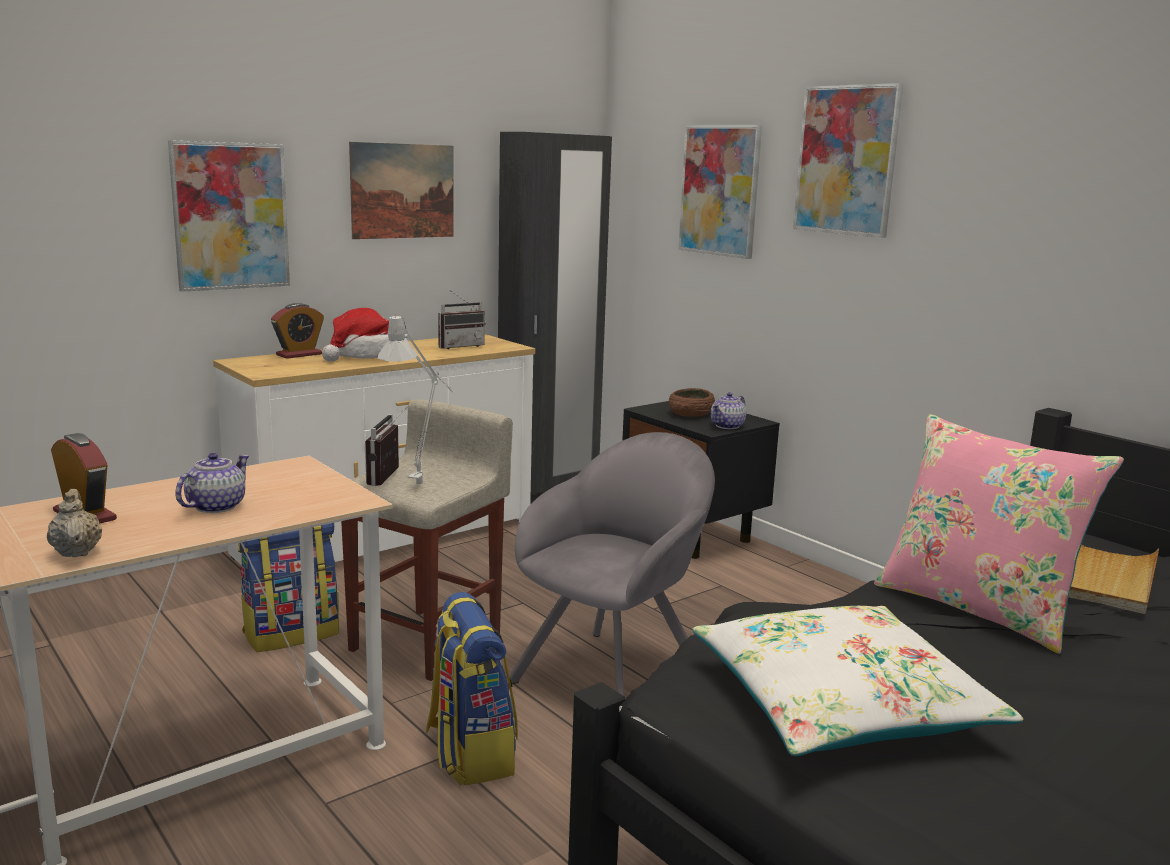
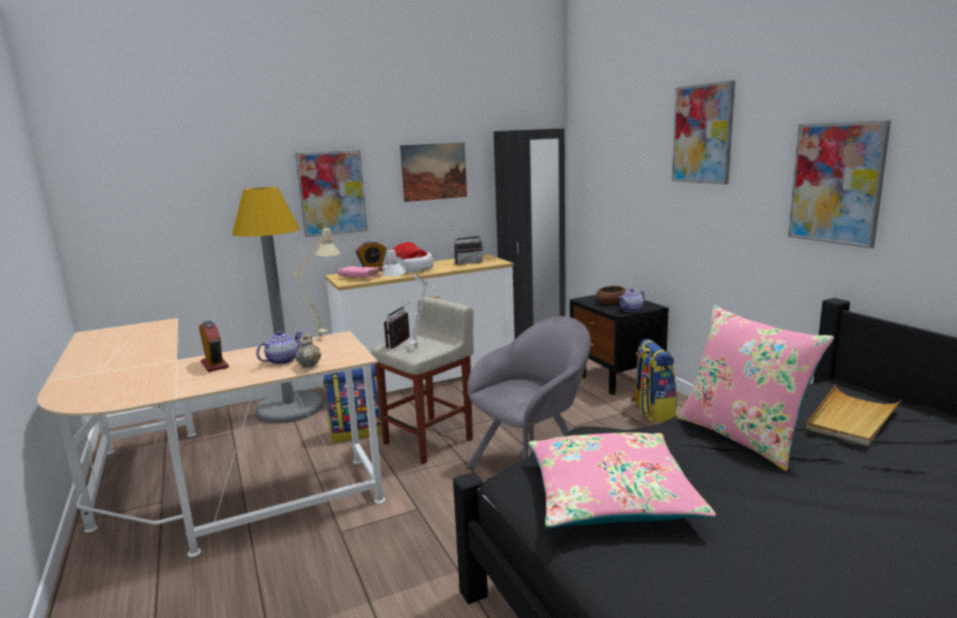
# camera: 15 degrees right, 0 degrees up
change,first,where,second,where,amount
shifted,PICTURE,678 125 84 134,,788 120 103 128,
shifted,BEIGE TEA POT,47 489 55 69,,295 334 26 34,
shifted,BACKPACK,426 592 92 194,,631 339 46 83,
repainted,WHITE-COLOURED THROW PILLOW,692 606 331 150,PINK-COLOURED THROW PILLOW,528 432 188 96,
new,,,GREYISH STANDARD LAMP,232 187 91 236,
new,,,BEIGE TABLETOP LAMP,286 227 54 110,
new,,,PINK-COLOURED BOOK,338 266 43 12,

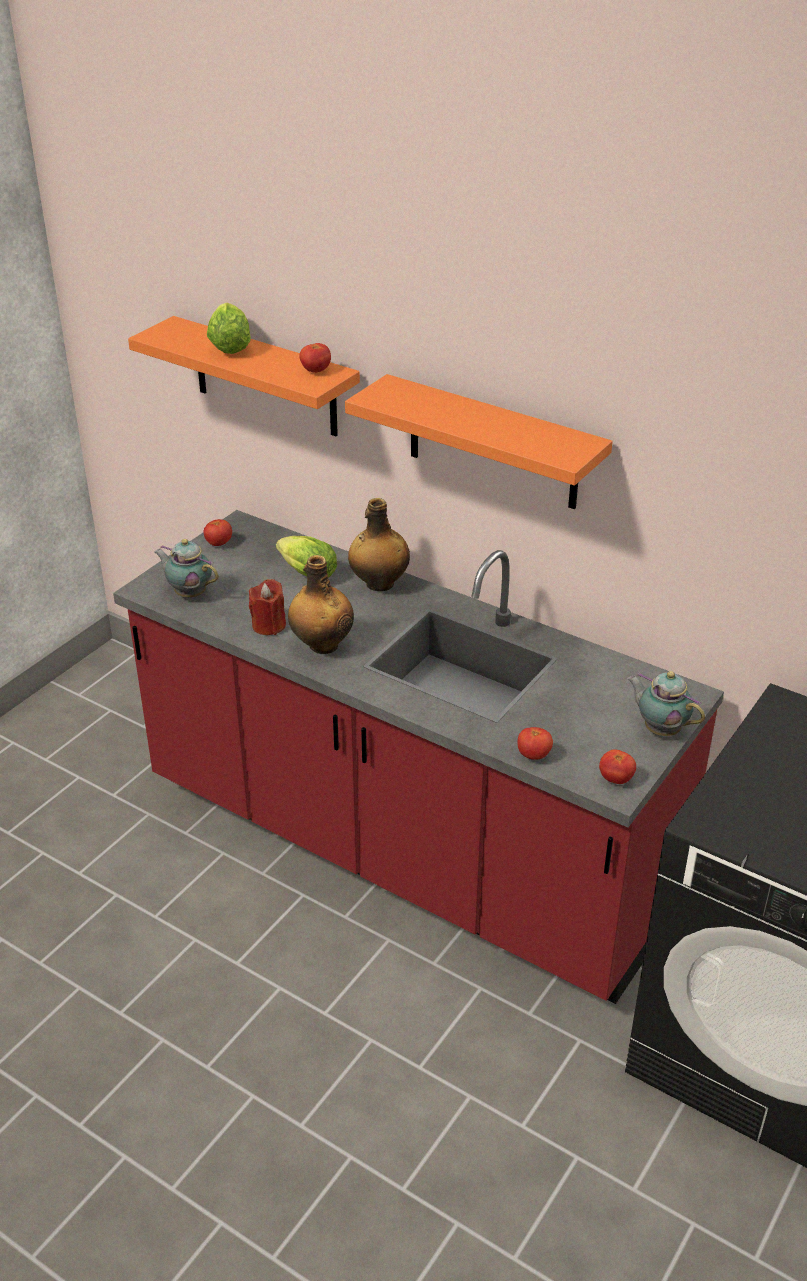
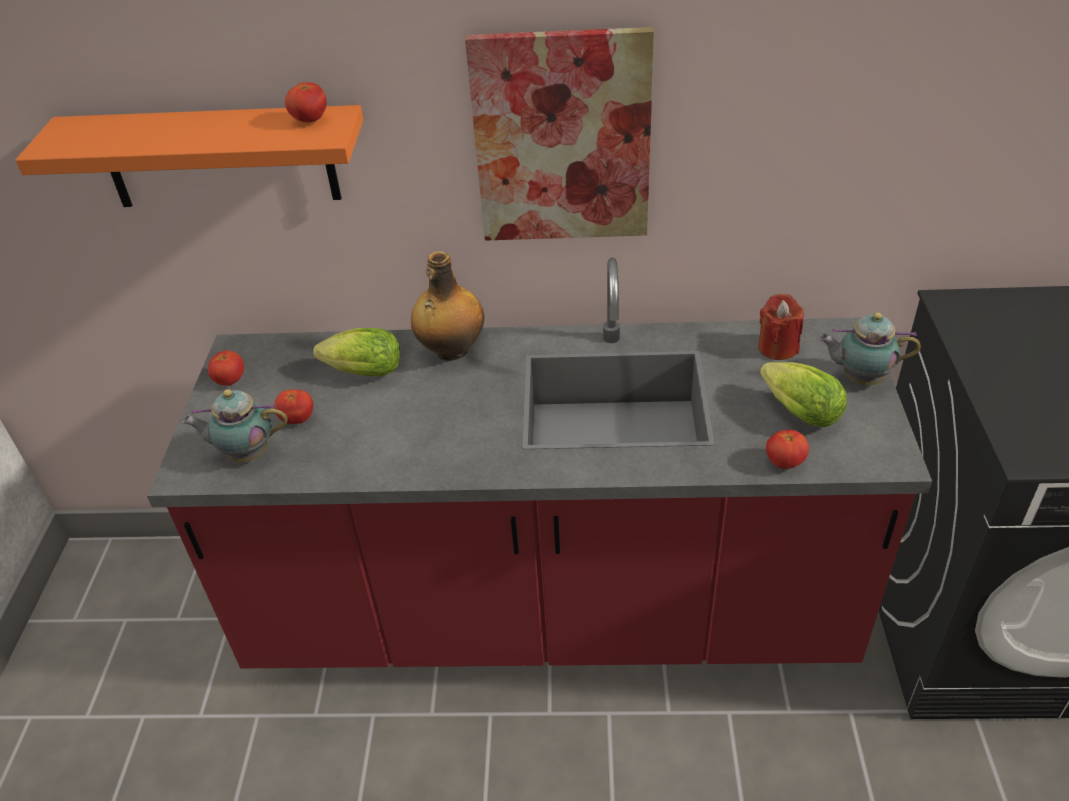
# camera: 30 degrees left, 5 degrees up
change,first,where,second,where,amount
shifted,LETTUCE HEAD,207 303 44 51,,760 362 87 65,
swapped,ORANGEY SHELF,345 374 268 135,PICTURE,465 27 189 214,
gone,DRINK BOTTLE,288 555 66 99,,,
shifted,RED WAX LIGHT,249 579 37 56,,758 294 46 66,
shifted,FRESH TOMATO,599 749 37 35,,274 389 39 35,

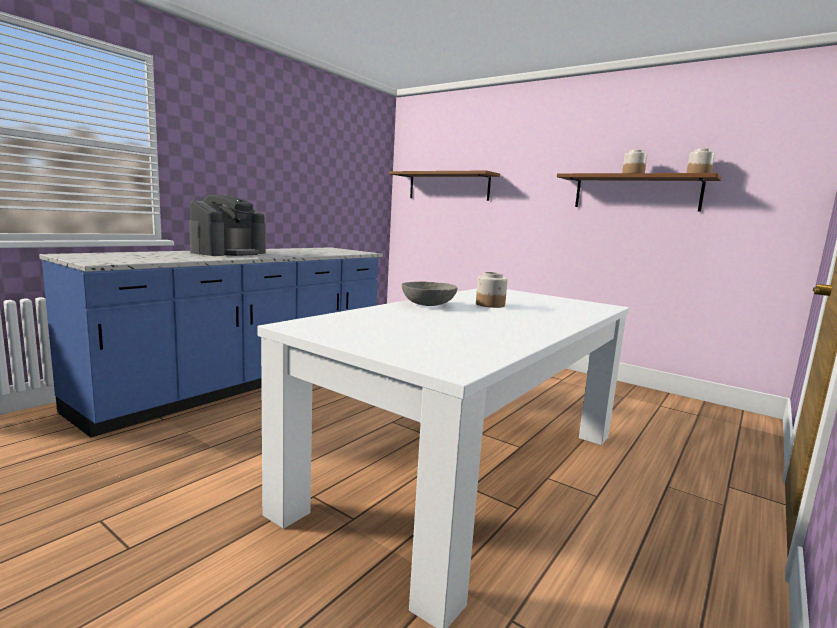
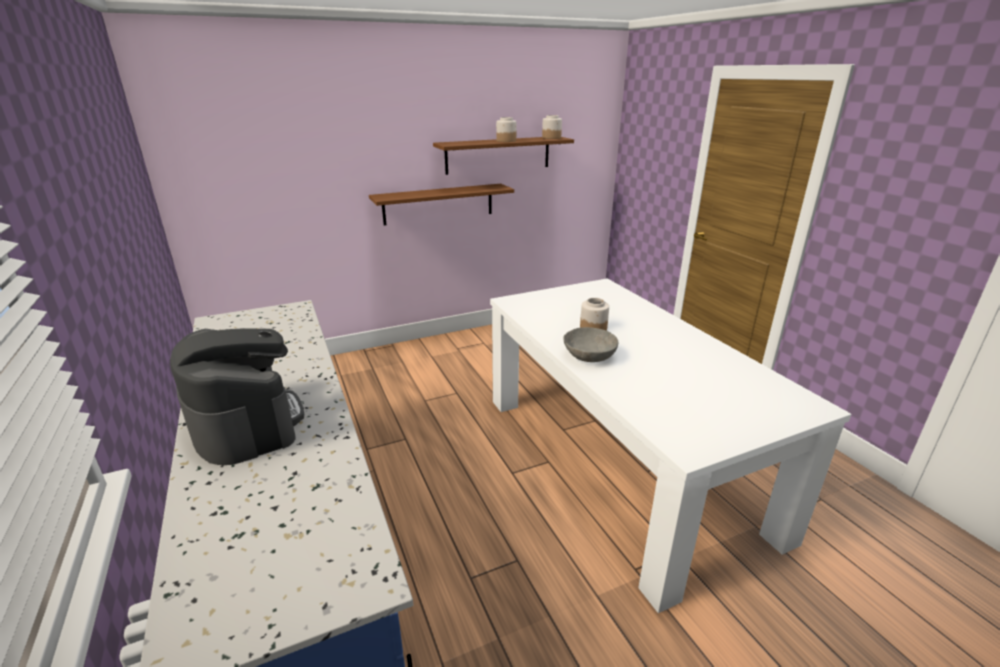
# camera: 60 degrees left, 15 degrees up
change,first,where,second,where,amount
shifted,BROWN SHELF,389 171 111 30,,369 184 145 41,

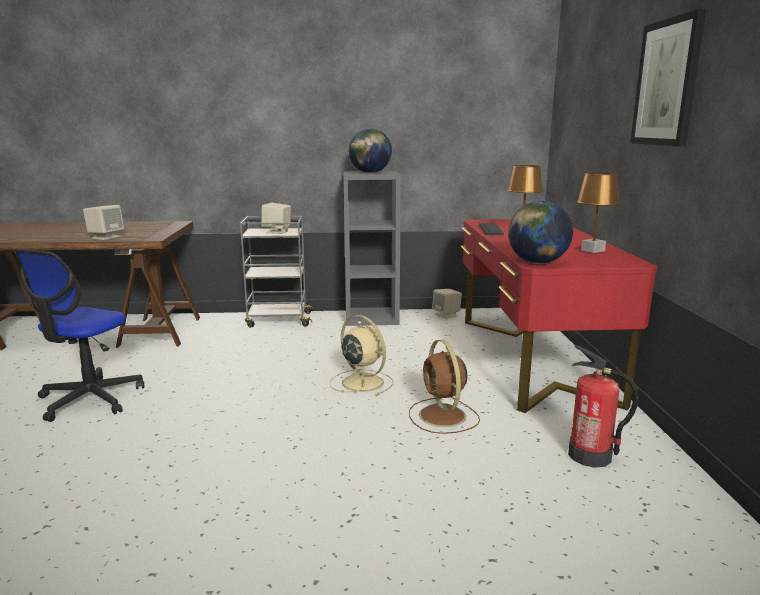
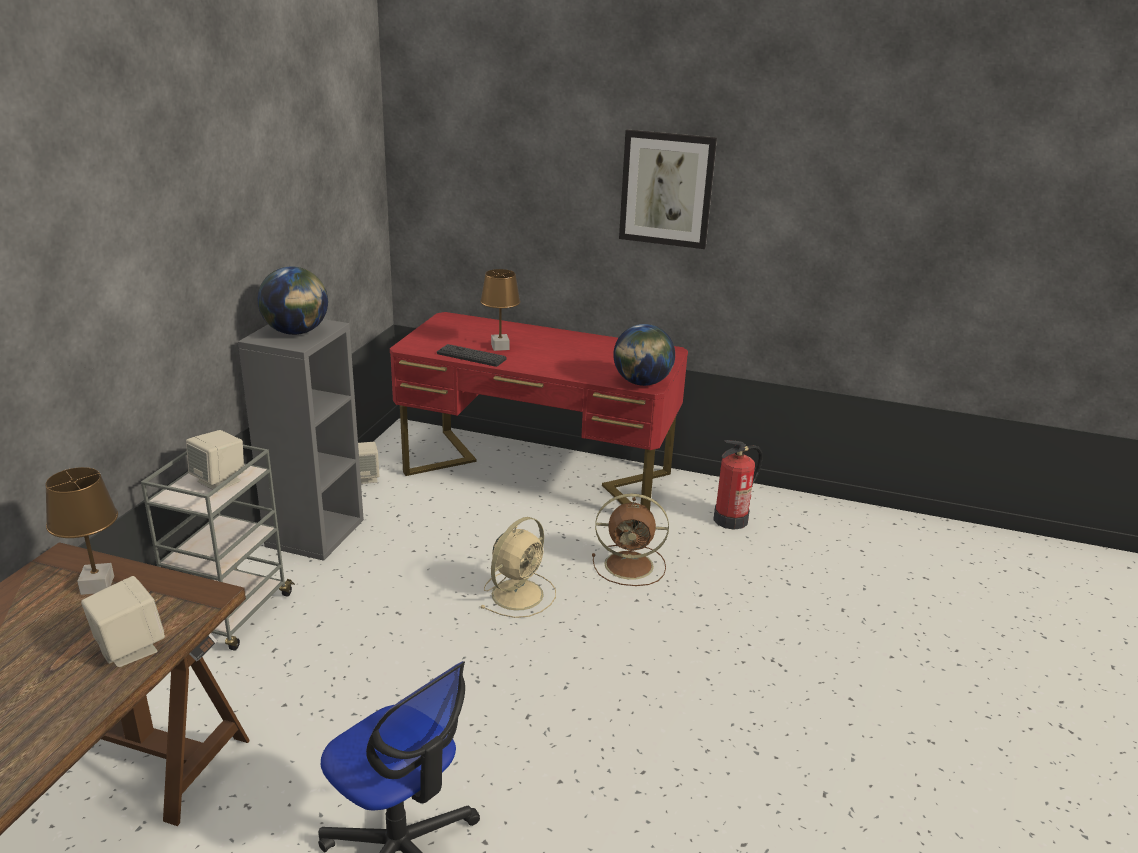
# camera: 70 degrees left, 10 degrees up
change,first,where,second,where,amount
shifted,BROWN TABLETOP LAMP,577 172 43 81,,45 467 73 128,
rotated,BEIGE FAN,330 315 63 81,,480 517 76 101,150 degrees clockwise

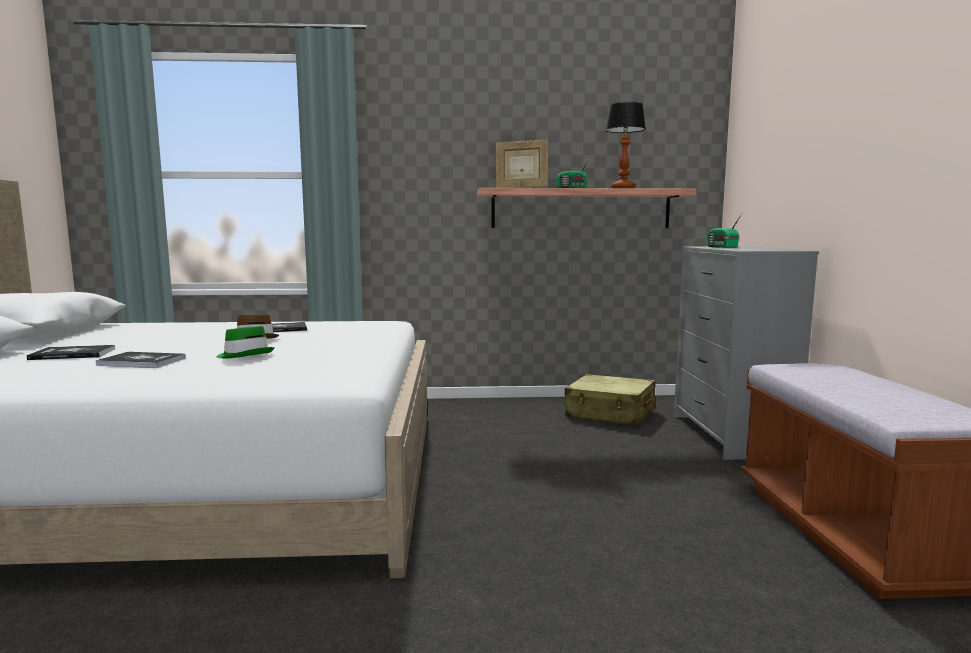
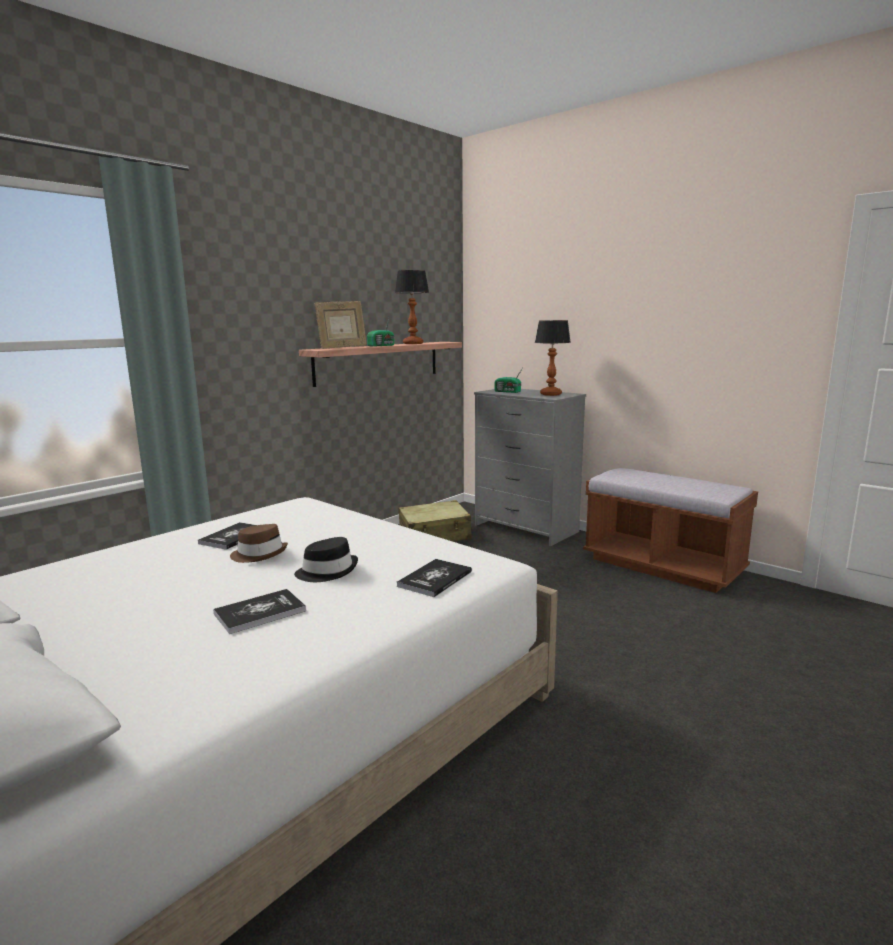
# camera: 45 degrees left, 5 degrees up
change,first,where,second,where,amount
repainted,GREENISH WEARABLE HAT,217 326 57 32,BLACK WEARABLE HAT,294 537 64 45,
shifted,BOOK,27 345 88 15,,397 559 75 38,
new,,,TABLETOP LAMP,535 320 36 76,

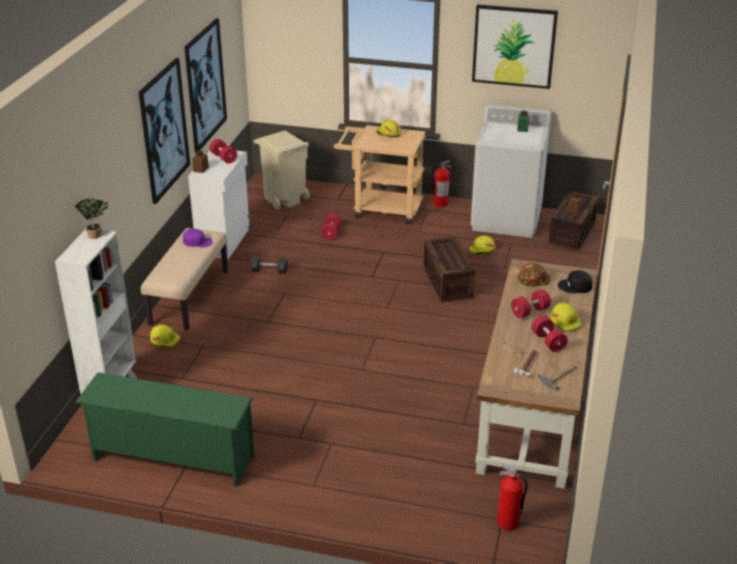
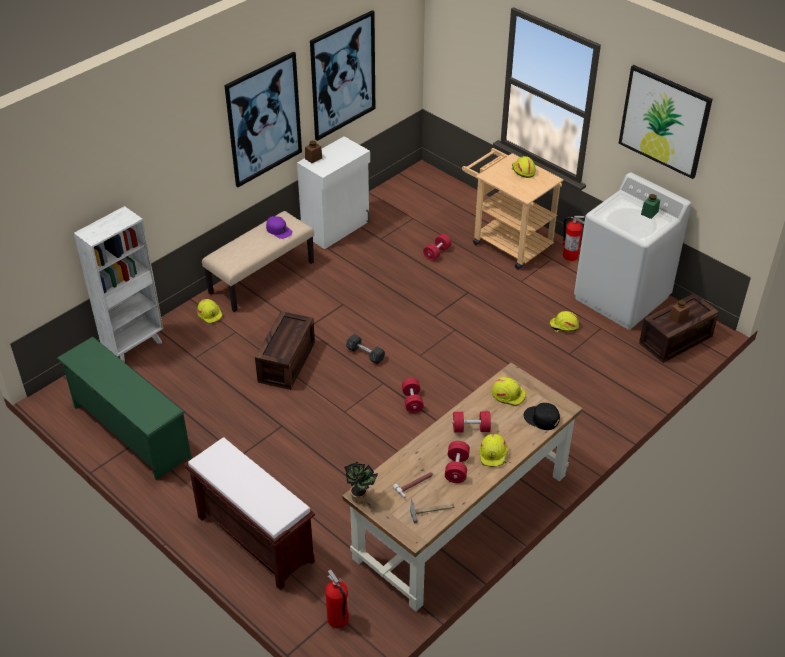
# camera: 30 degrees right, 10 degrees up
change,first,where,second,where,amount
gone,BEIGE WASTE BIN,254 130 56 80,,,
shifted,RED FREE WEIGHT,210 139 27 24,,402 378 22 35,
shifted,PLANT IN A POT,75 198 33 41,,344 462 34 41,
shifted,SHIPPING CRATE,424 237 51 65,,255 311 60 79,
shifted,GREYISH FREE WEIGHT,250 256 38 18,,346 334 39 30,
repainted,BROWN SAFETY HELMET,518 263 33 24,YELLOWISH SAFETY HELMET,492 377 34 29,
new,,,BROWN INDOOR BENCH,184 437 131 153,

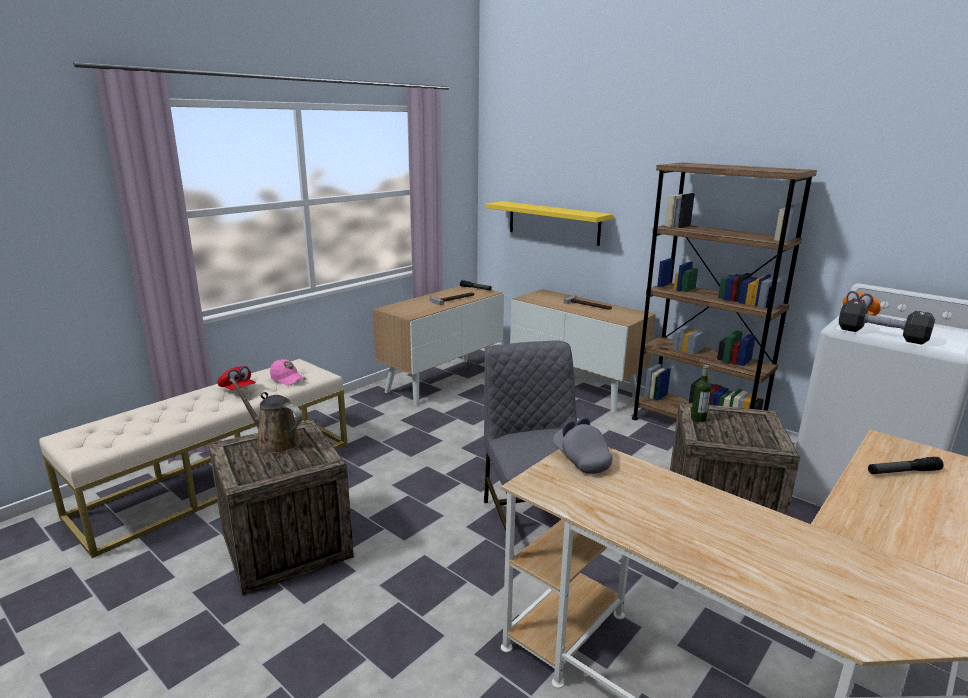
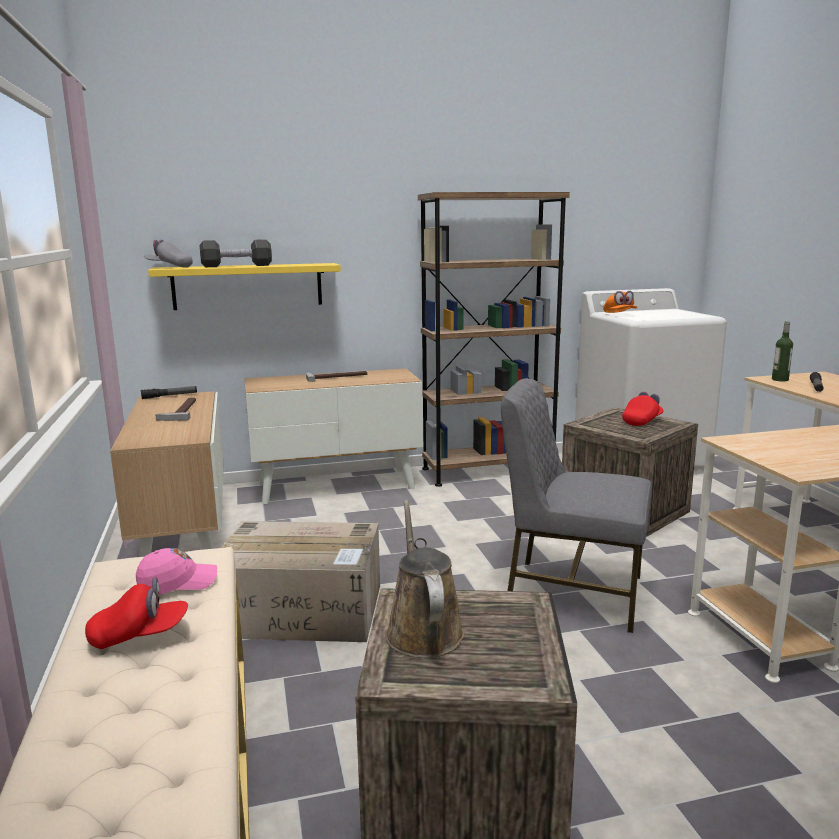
# camera: 55 degrees left, 5 degrees down
change,first,where,second,where,amount
shifted,BLACK FREE WEIGHT,839 300 96 45,,199 239 73 28,
shifted,DRINK BOTTLE,691 365 20 57,,772 321 21 60,
rotated,BROWN WATERING POT,230 378 73 76,,385 500 79 158,105 degrees clockwise
shifted,GREYISH CAP,553 417 60 57,,144 240 49 28,
new,,,RED CAP,622 392 42 34,
new,,,PACKING BOX,221 521 159 121,

